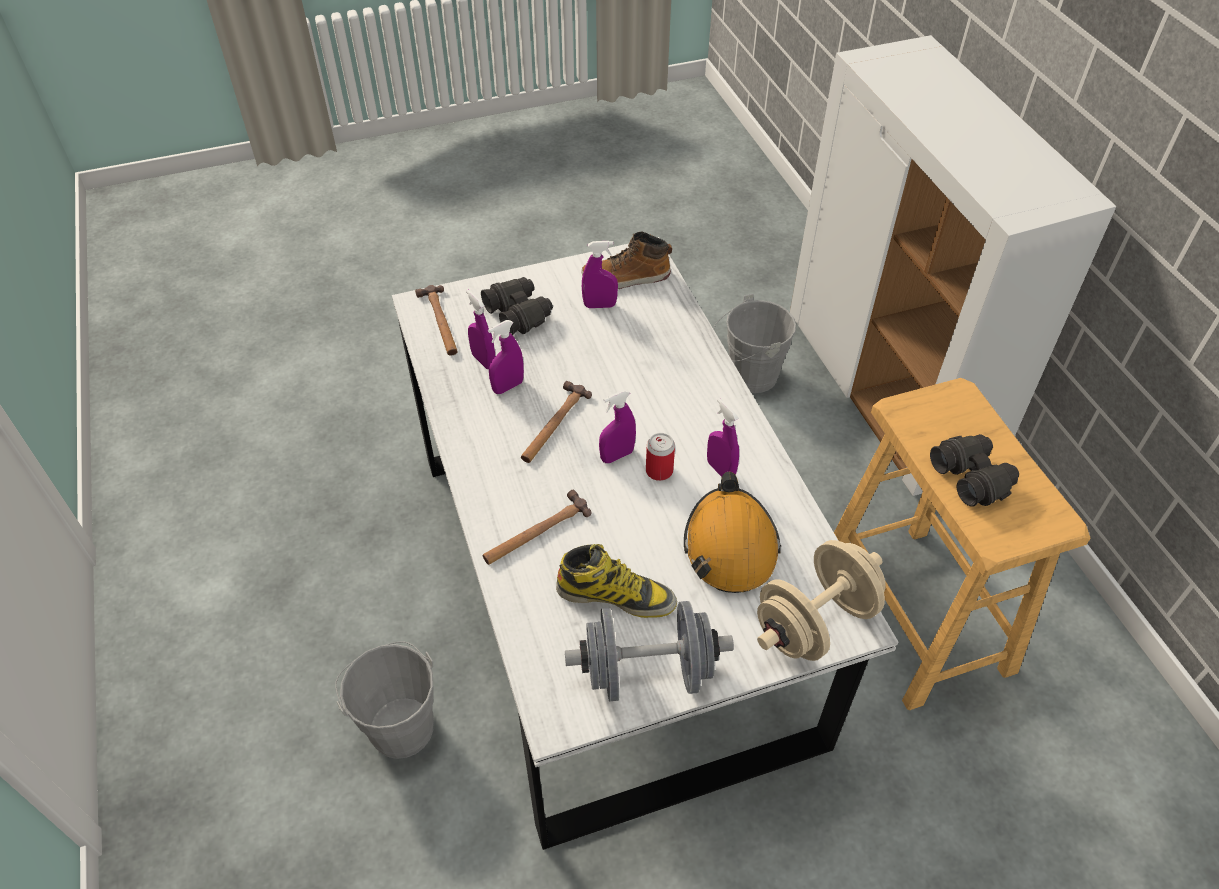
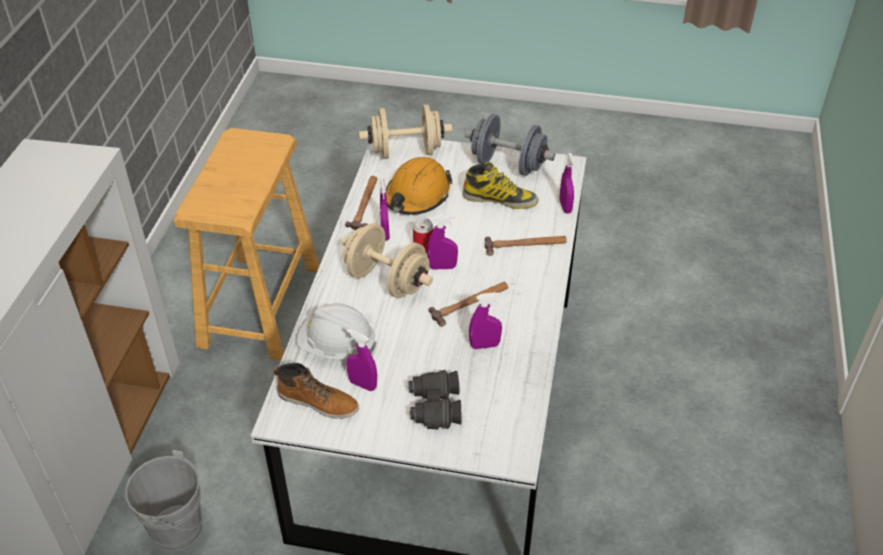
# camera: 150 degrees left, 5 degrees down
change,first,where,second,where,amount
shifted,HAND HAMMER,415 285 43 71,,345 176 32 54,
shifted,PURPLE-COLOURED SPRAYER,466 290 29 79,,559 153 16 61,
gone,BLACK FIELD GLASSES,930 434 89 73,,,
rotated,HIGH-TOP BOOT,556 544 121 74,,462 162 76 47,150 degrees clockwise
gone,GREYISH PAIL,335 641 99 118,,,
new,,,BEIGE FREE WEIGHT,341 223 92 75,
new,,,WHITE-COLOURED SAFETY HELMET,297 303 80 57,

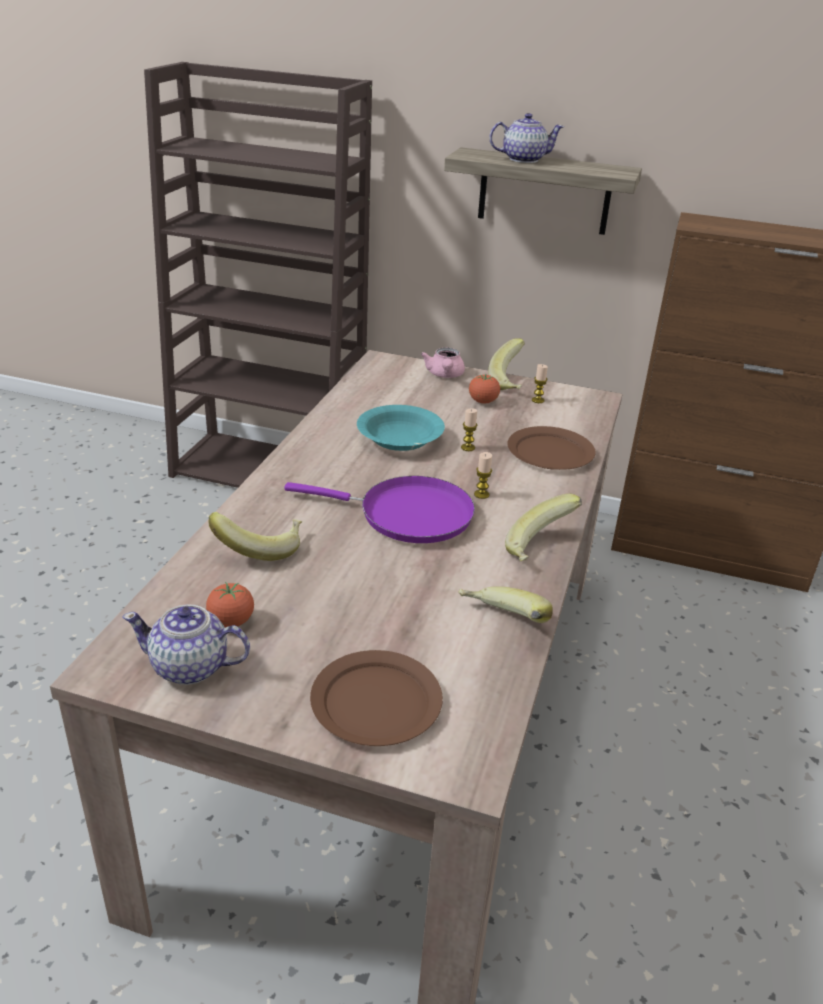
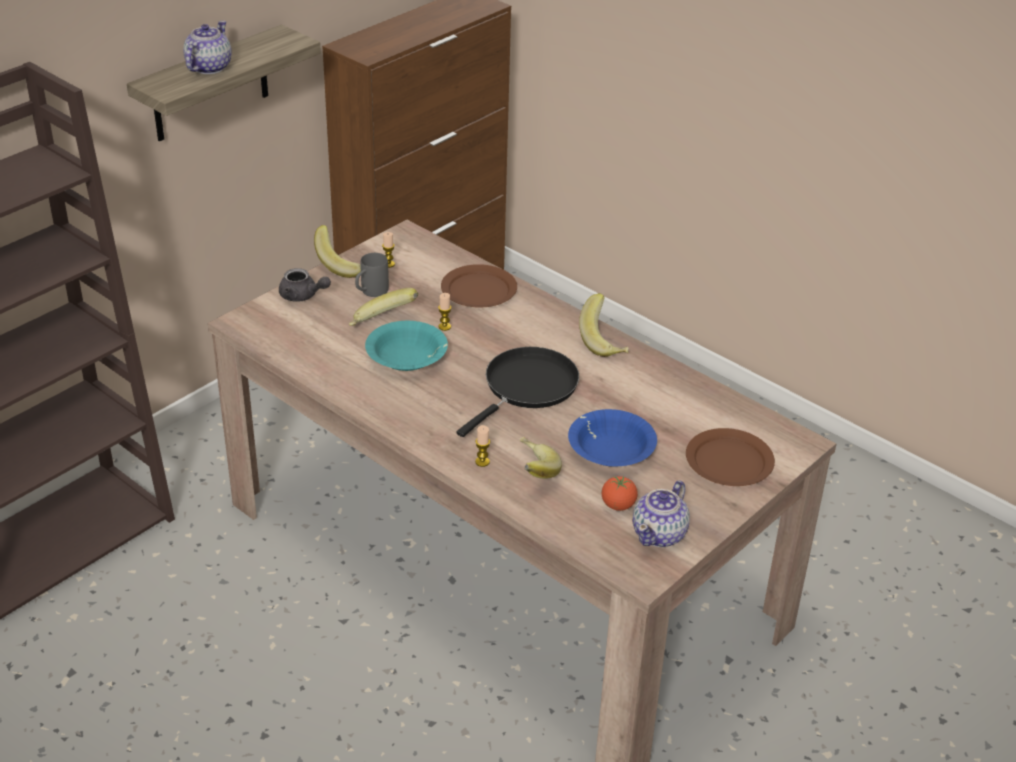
# camera: 65 degrees left, 5 degrees up
change,first,where,second,where,amount
repainted,PINK-COLOURED TEA POT,421 348 44 30,GREYISH TEA POT,279 268 52 33,
swapped,FRESH TOMATO,469 374 31 29,GREYISH COFFEE MUG,355 253 34 44,
shifted,WAX LIGHT,474 452 18 47,,475 425 15 42,
repainted,PURPLE-COLOURED FRYING PAN,284 476 191 67,BLACK FRYING PAN,457 347 122 90,
shifted,BANANA,458 586 95 37,,349 288 69 38,
new,,,BLUISH BOWL,568 409 89 58,

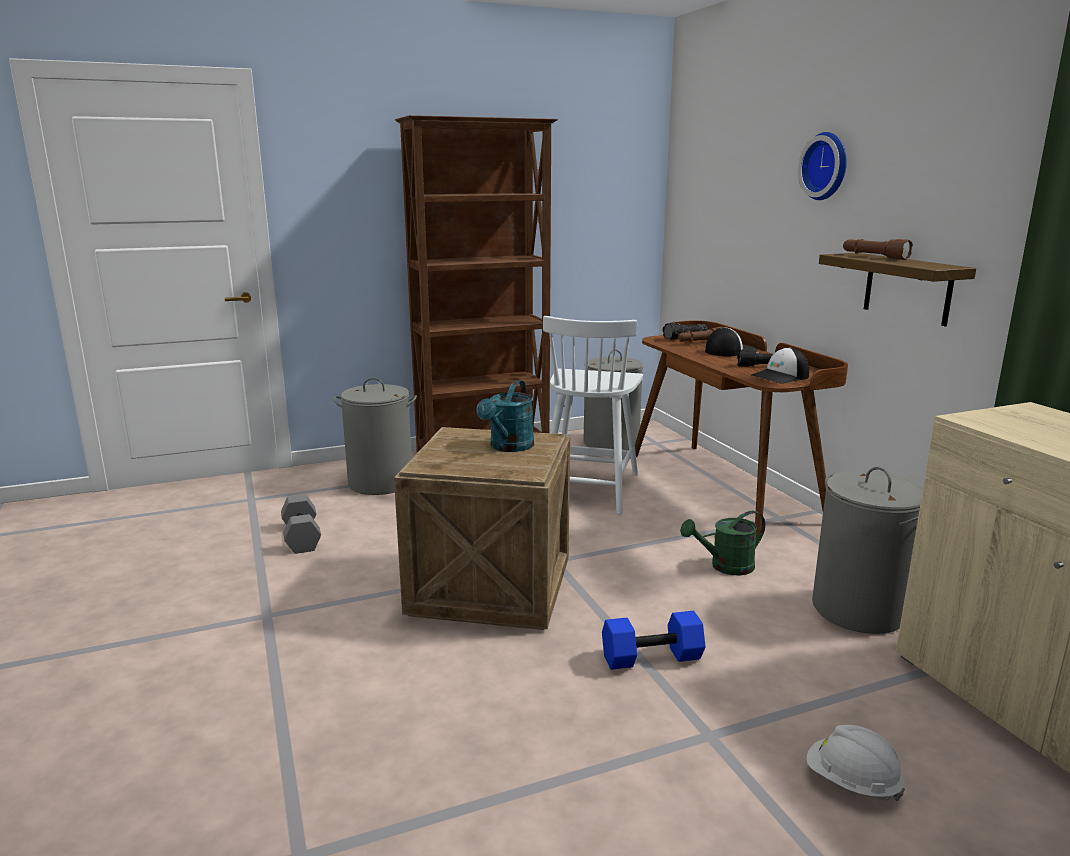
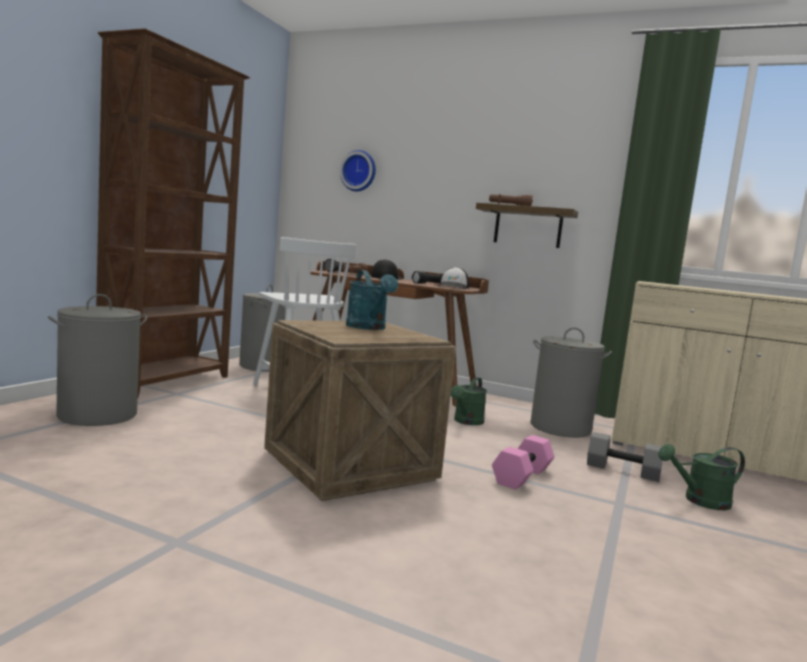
# camera: 45 degrees left, 10 degrees down
change,first,where,second,where,amount
shifted,WALL CLOCK,798 132 49 68,,340 150 36 41,
shifted,GREYISH FREE WEIGHT,281 494 40 60,,587 432 76 50,
repainted,BLUISH FREE WEIGHT,602 611 104 59,PINK-COLOURED FREE WEIGHT,492 435 62 55,
swapped,WHITE-COLOURED SAFETY HELMET,806 725 99 77,GREENISH WATERING POT,658 444 87 66,

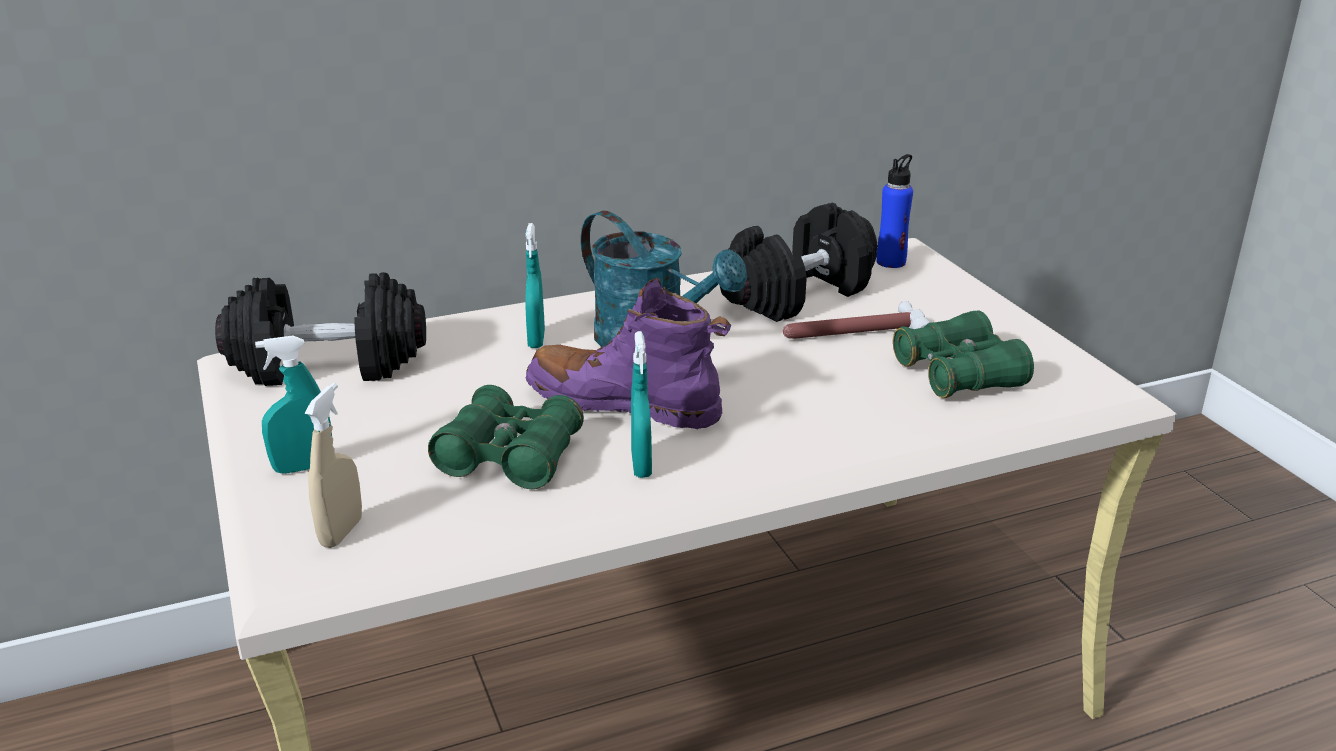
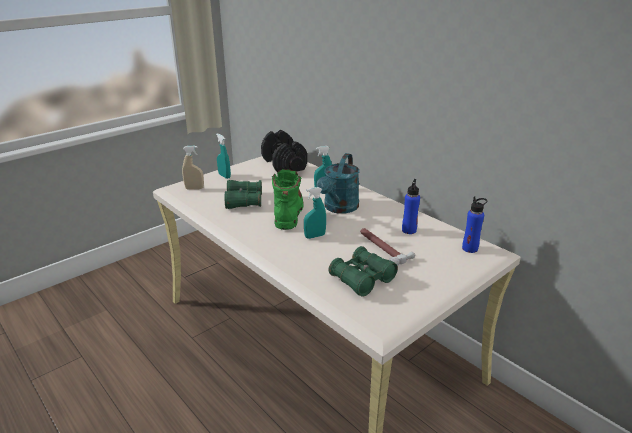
# camera: 70 degrees right, 0 degrees up
change,first,where,second,where,amount
swapped,BLACK FREE WEIGHT,720 203 157 119,BLUISH DRINK BOTTLE,402 179 18 55,
repainted,PURPLE-COLOURED HIGH-TOP BOOT,526 278 205 152,GREENISH HIGH-TOP BOOT,272 169 32 61,
shifted,BLUE-GREEN SPRAYER,631 331 21 147,,304 187 22 52,

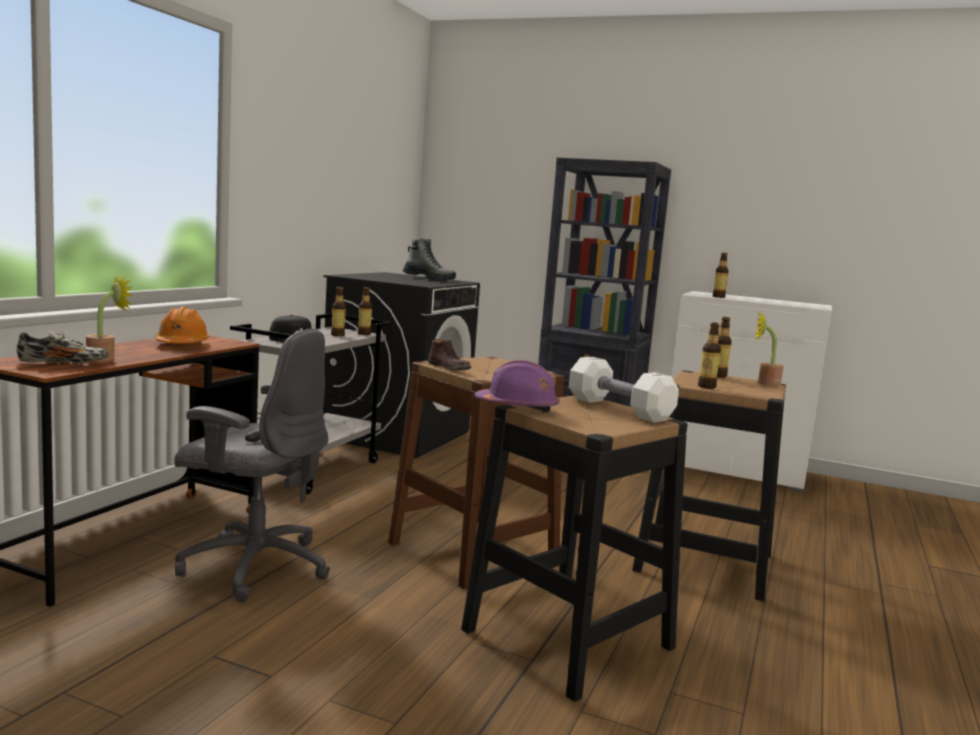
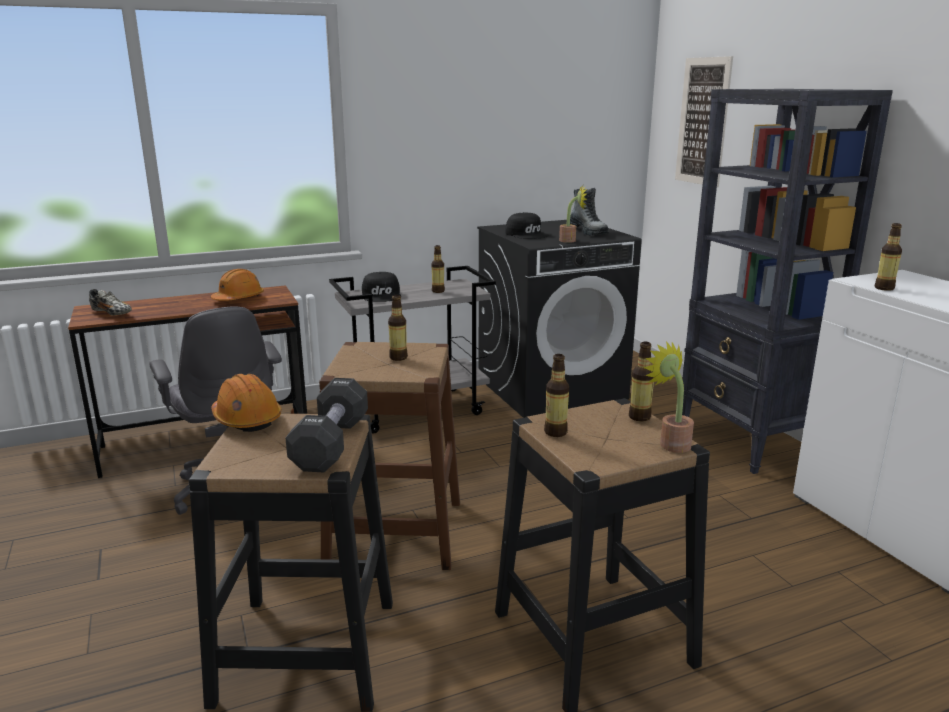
# camera: 45 degrees right, 10 degrees up
change,first,where,second,where,amount
shifted,PLANT IN A POT,86 275 47 87,,559 184 28 59,
shifted,DRINK BOTTLE,358 287 14 48,,388 295 20 66,
gone,BROWN LOW SHOE,428 339 44 32,,,
repainted,WHITE-COLOURED FREE WEIGHT,569 357 110 66,BLACK FREE WEIGHT,285 378 83 94,
repainted,PURPLE-COLOURED SAFETY HELMET,475 360 85 53,ORANGEY SAFETY HELMET,211 374 71 58,
new,,,PICTURE,675 56 58 131,
new,,,BLACK CAP,505 212 44 27,

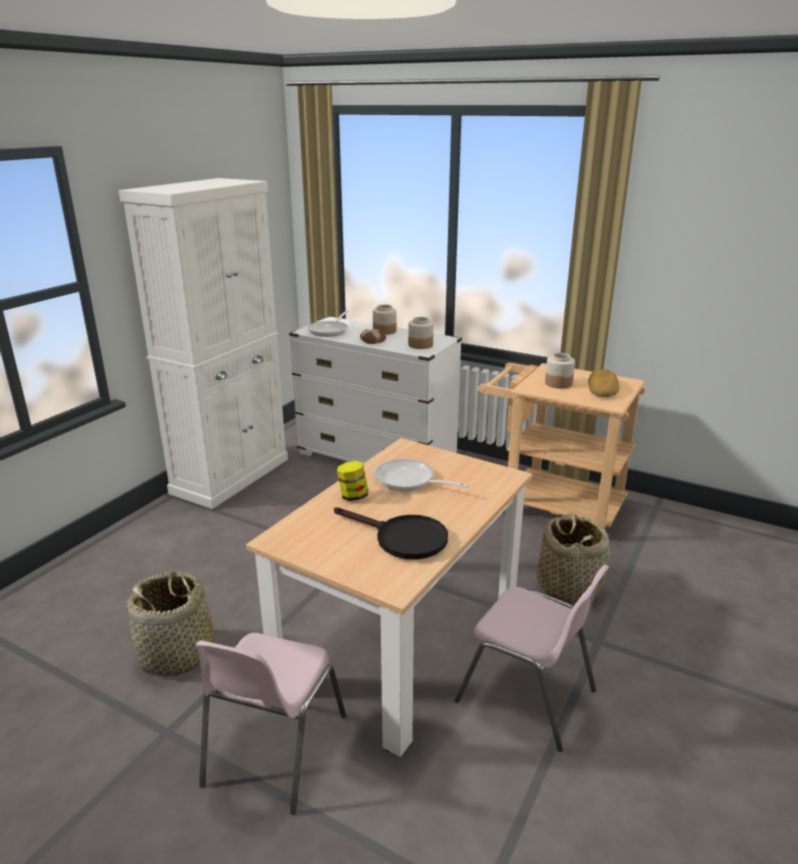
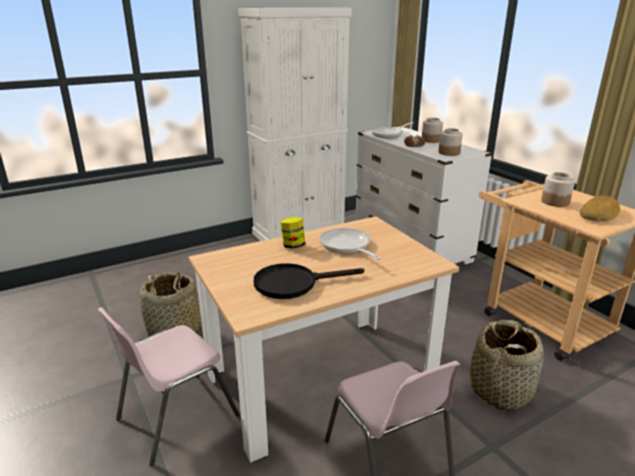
# camera: 30 degrees right, 0 degrees up
change,first,where,second,where,amount
rotated,BLACK FRYING PAN,334 507 114 53,,254 263 110 36,105 degrees clockwise

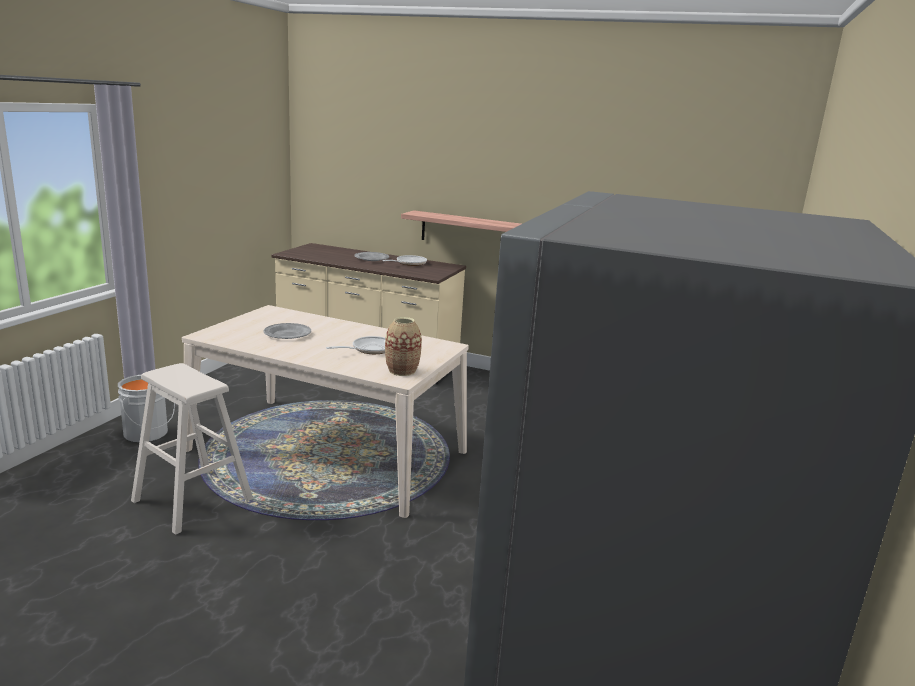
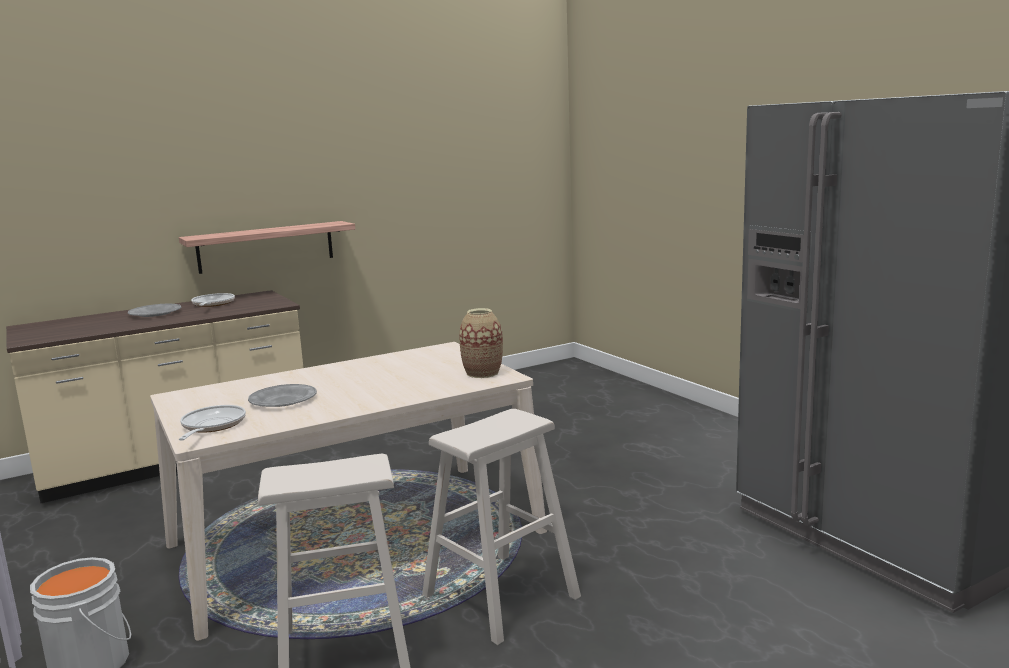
# camera: 50 degrees left, 5 degrees down
change,first,where,second,where,amount
shifted,FRYING PAN,326 336 59 18,,179 405 67 36,
new,,,BEIGE SITTING STOOL,422 409 159 236,

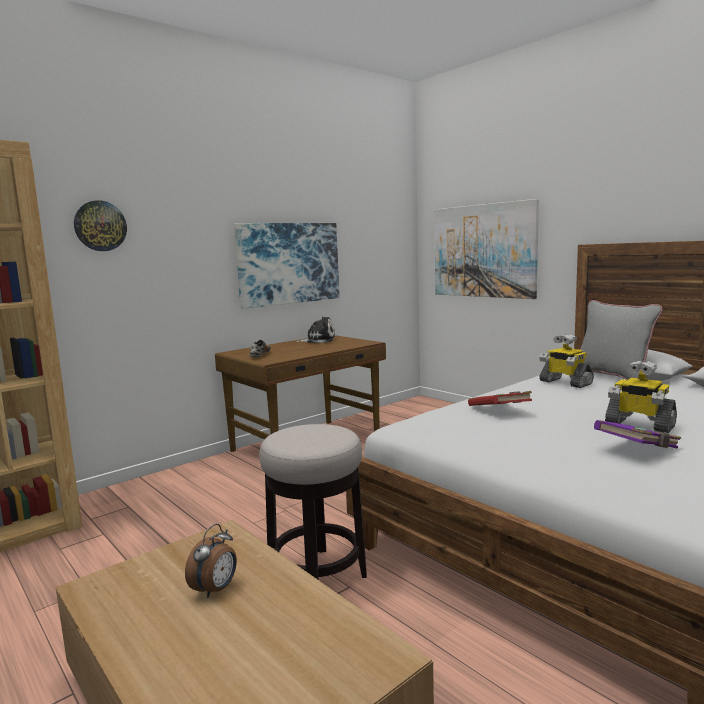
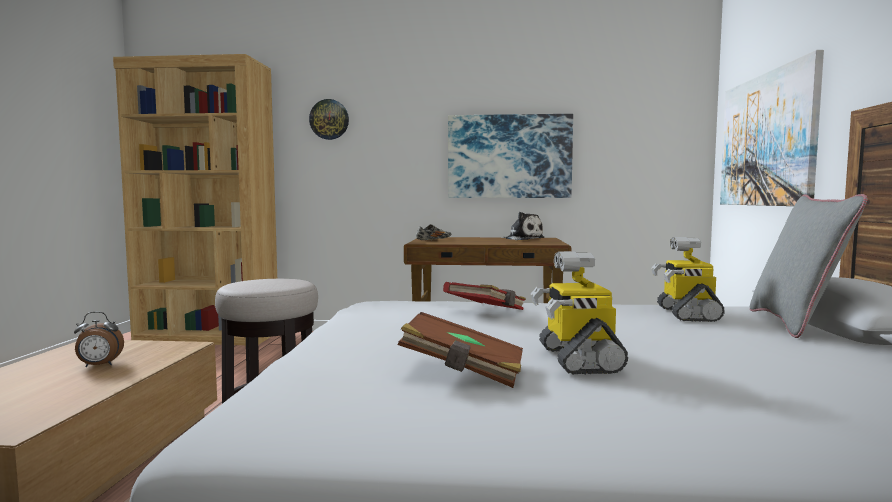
# camera: 45 degrees right, 5 degrees down
change,first,where,second,where,amount
repainted,PURPLE-COLOURED BOOK,594 420 88 29,BROWN BOOK,398 312 125 76,

